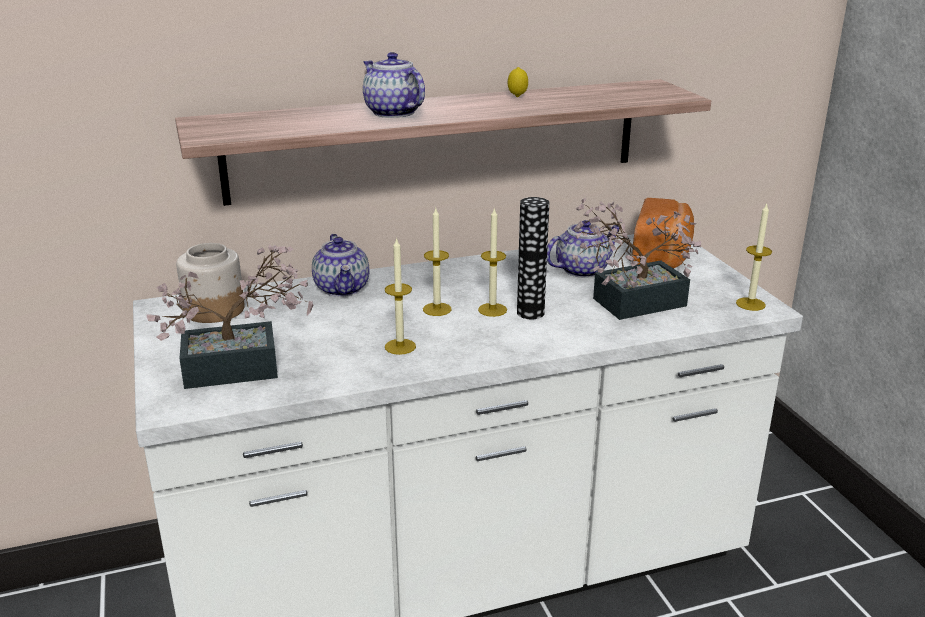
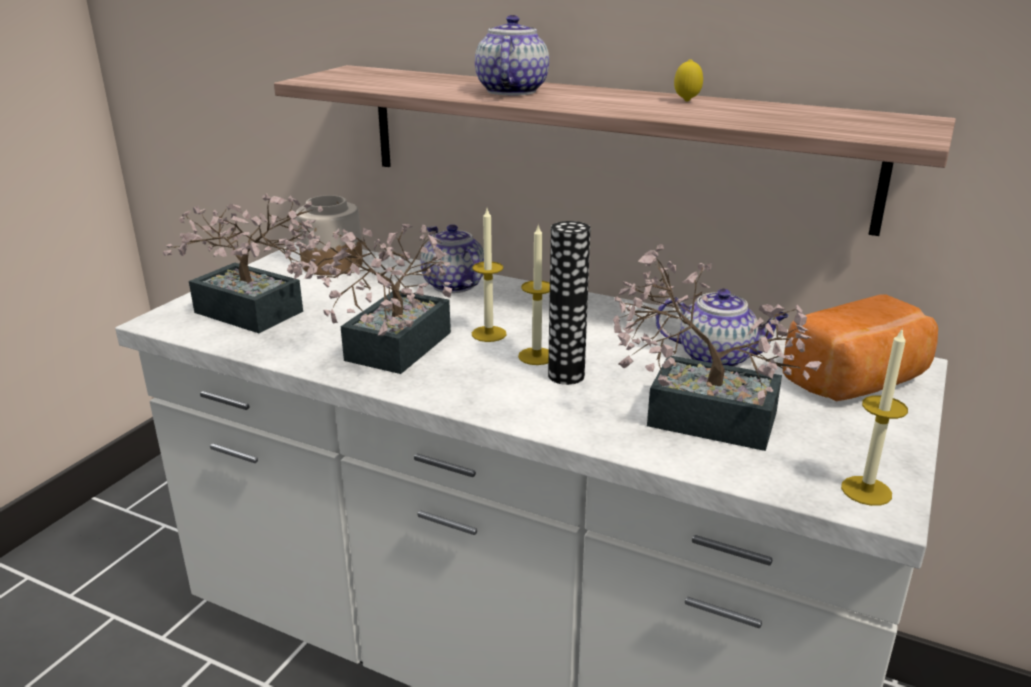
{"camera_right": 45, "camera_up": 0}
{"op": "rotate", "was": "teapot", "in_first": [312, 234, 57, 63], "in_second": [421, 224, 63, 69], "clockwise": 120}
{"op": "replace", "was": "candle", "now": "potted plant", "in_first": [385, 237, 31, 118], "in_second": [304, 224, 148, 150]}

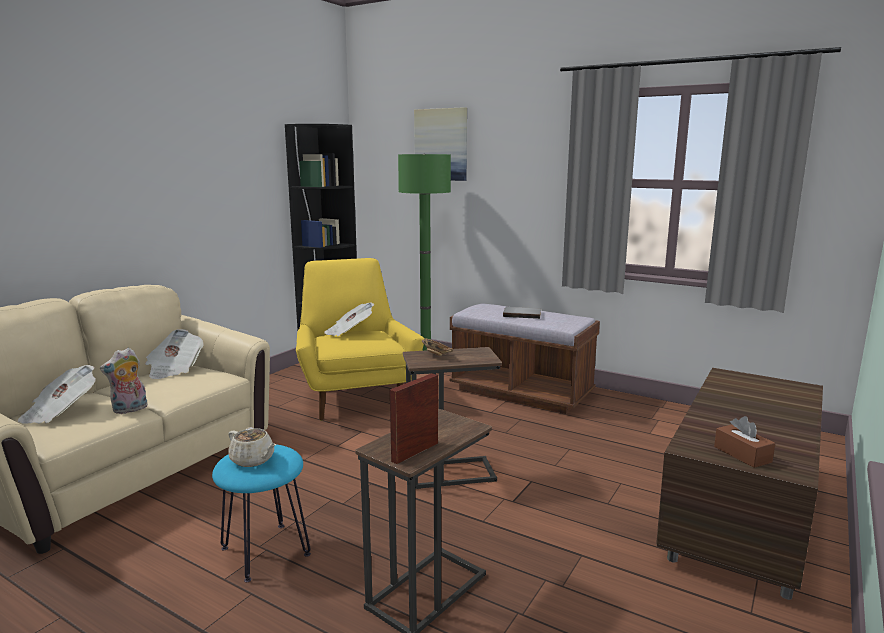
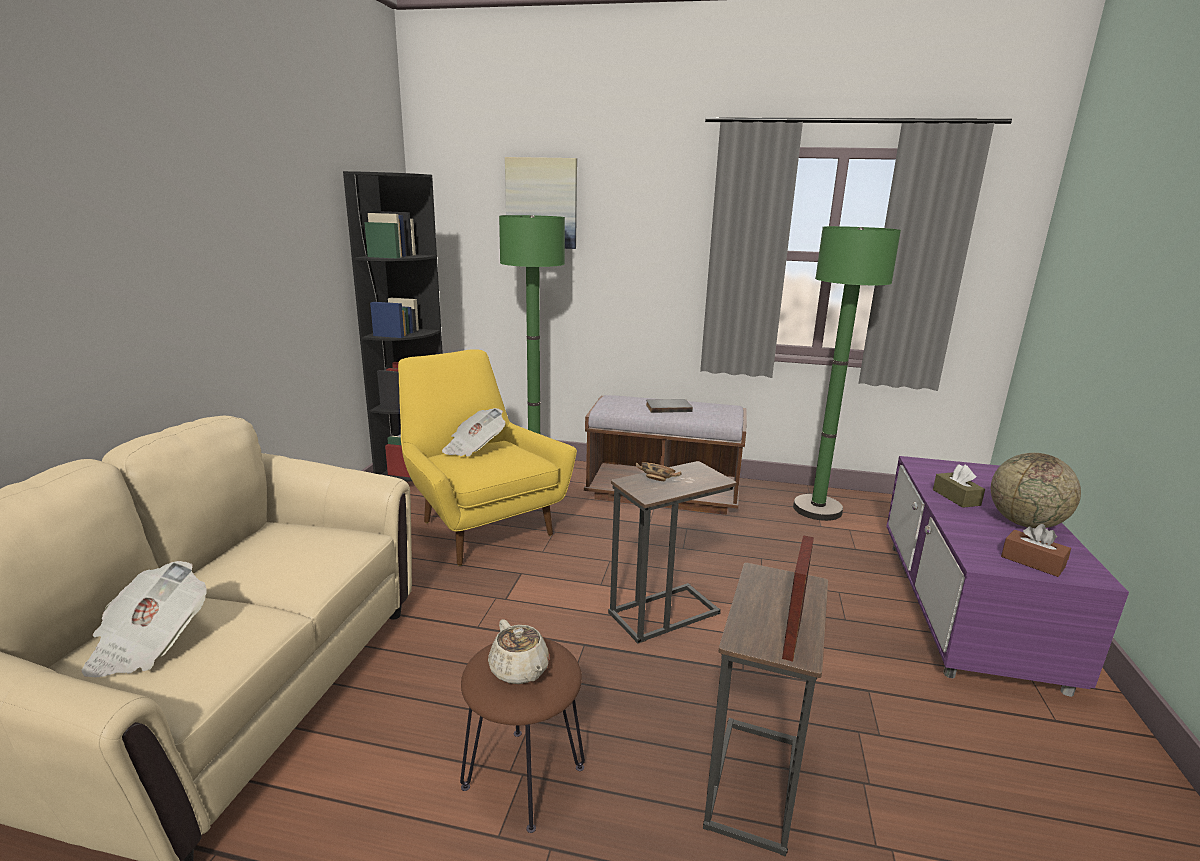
{"camera_right": -20, "camera_up": 5}
{"op": "delete", "was": "plush toy", "in_first": [100, 348, 48, 66]}
{"op": "delete", "was": "newspaper", "in_first": [145, 329, 59, 50]}
{"op": "recolor", "was": "stool/turquoise", "now": "stool/brown", "in_first": [212, 444, 99, 138], "in_second": [460, 638, 125, 195]}
{"op": "rotate", "was": "teapot/beige", "in_first": [228, 427, 48, 40], "in_second": [488, 619, 62, 65], "clockwise": 45}
{"op": "recolor", "was": "tv stand/brown", "now": "tv stand/purple", "in_first": [656, 368, 167, 232], "in_second": [886, 456, 243, 241]}
{"op": "insert", "now": "floor lamp/green", "in_second": [793, 226, 108, 295]}
{"op": "insert", "now": "tissue box/brown", "in_second": [933, 465, 52, 43]}
{"op": "insert", "now": "globe", "in_second": [991, 453, 90, 75]}

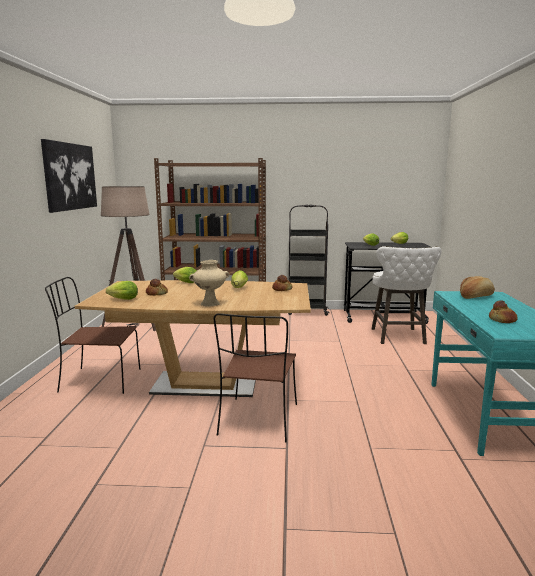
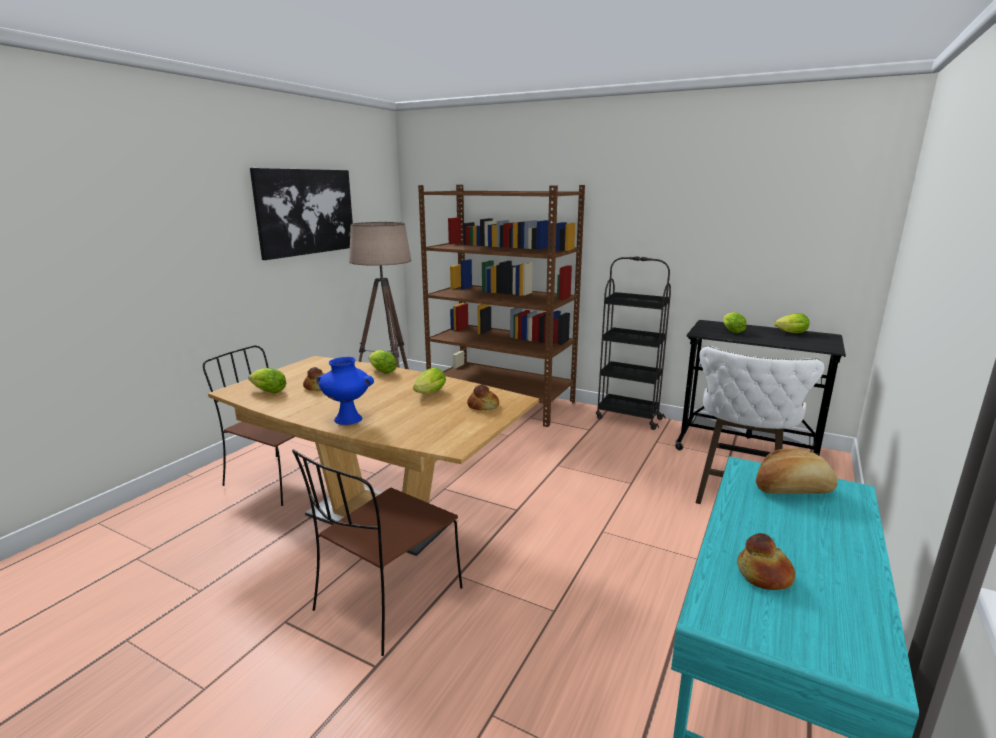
{"camera_right": 25, "camera_up": 5}
{"op": "recolor", "was": "vase/beige", "now": "vase/blue", "in_first": [189, 260, 40, 46], "in_second": [316, 357, 58, 68]}

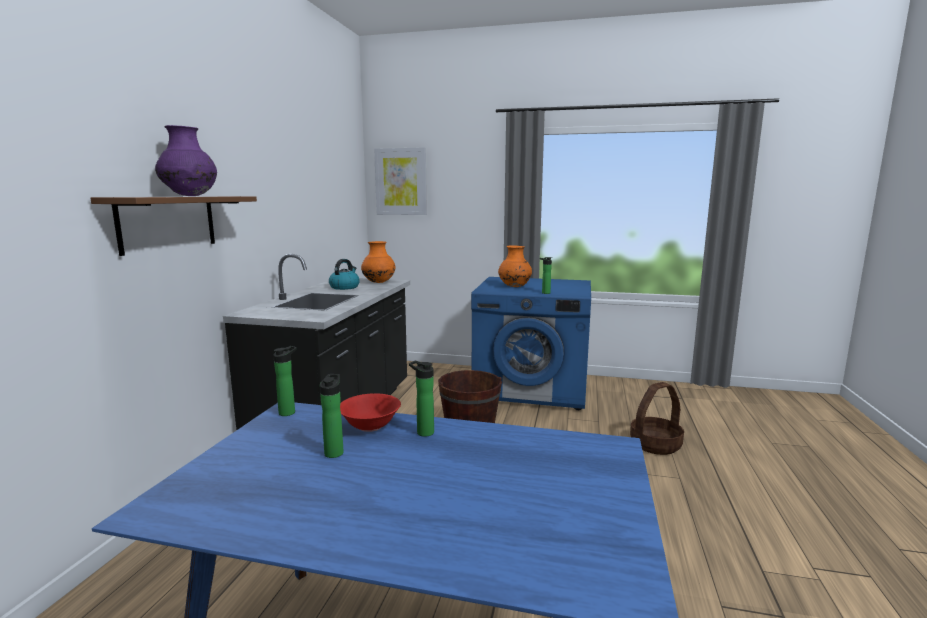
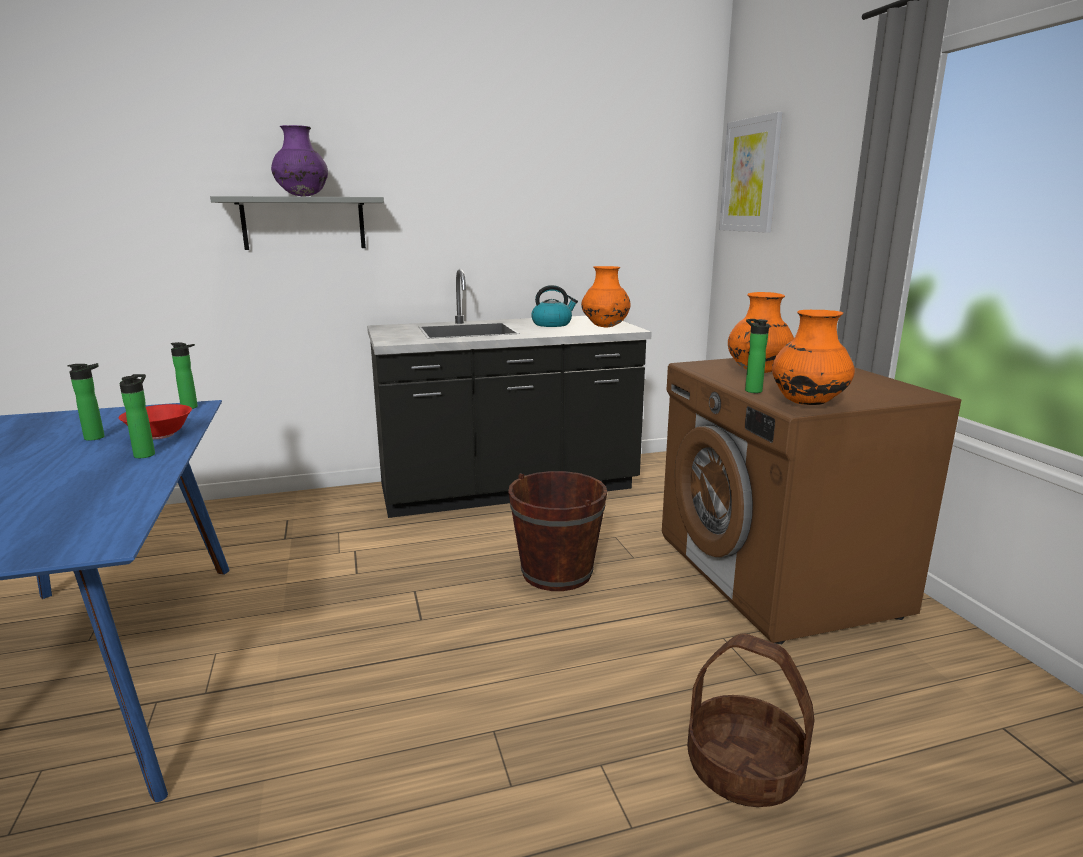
{"camera_right": 60, "camera_up": 5}
{"op": "recolor", "was": "shelf/brown", "now": "shelf/grey", "in_first": [90, 196, 167, 60], "in_second": [210, 196, 174, 54]}
{"op": "recolor", "was": "washing machine/blue", "now": "washing machine/brown", "in_first": [471, 277, 120, 133], "in_second": [662, 358, 299, 286]}
{"op": "insert", "now": "vase/orange", "in_second": [772, 310, 83, 95]}

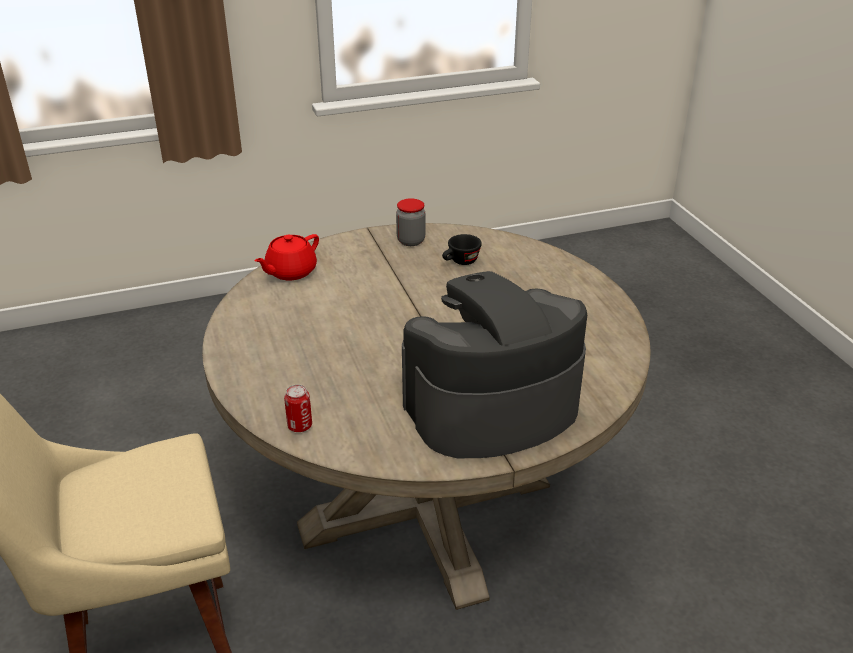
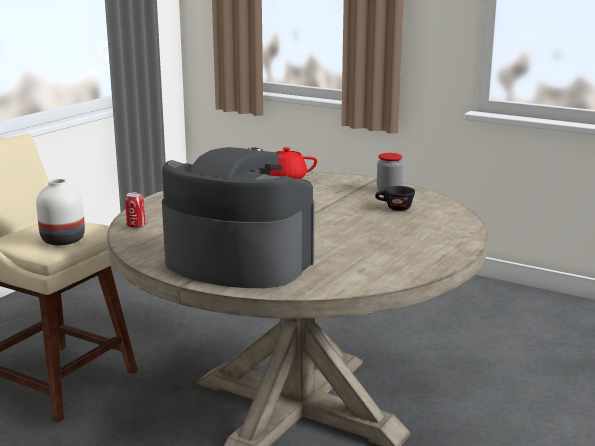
{"camera_right": 50, "camera_up": -15}
{"op": "insert", "now": "vase/white", "in_second": [36, 179, 49, 66]}

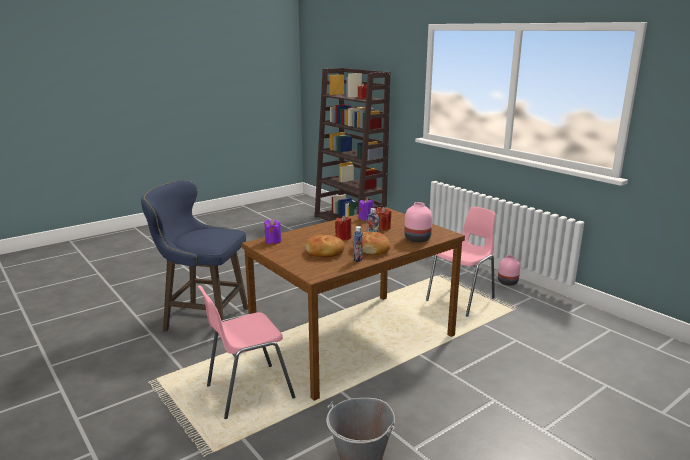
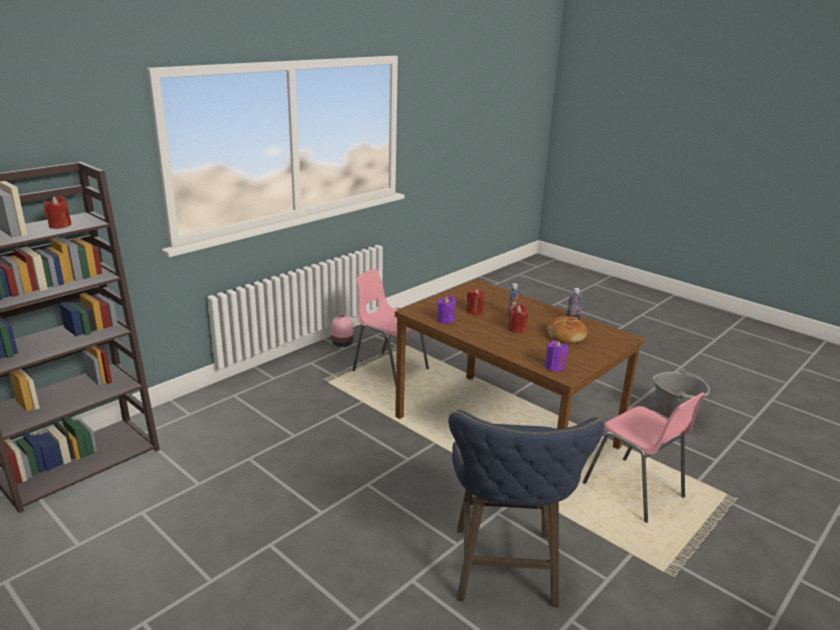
{"camera_right": -100, "camera_up": 5}
{"op": "delete", "was": "bread", "in_first": [352, 232, 38, 23]}
{"op": "delete", "was": "vase/pink", "in_first": [404, 202, 28, 41]}

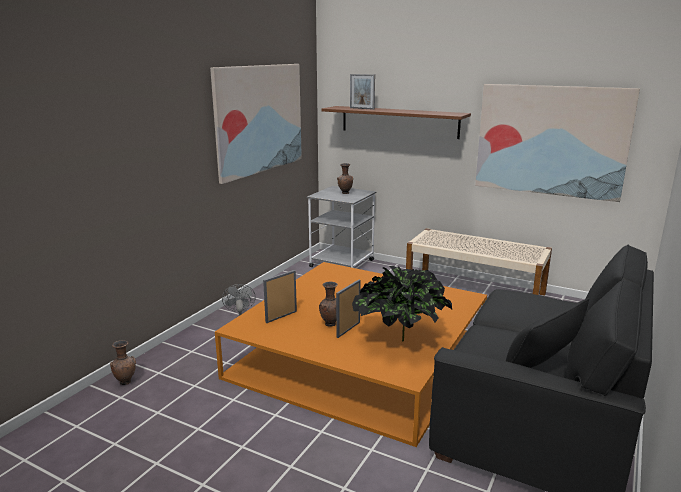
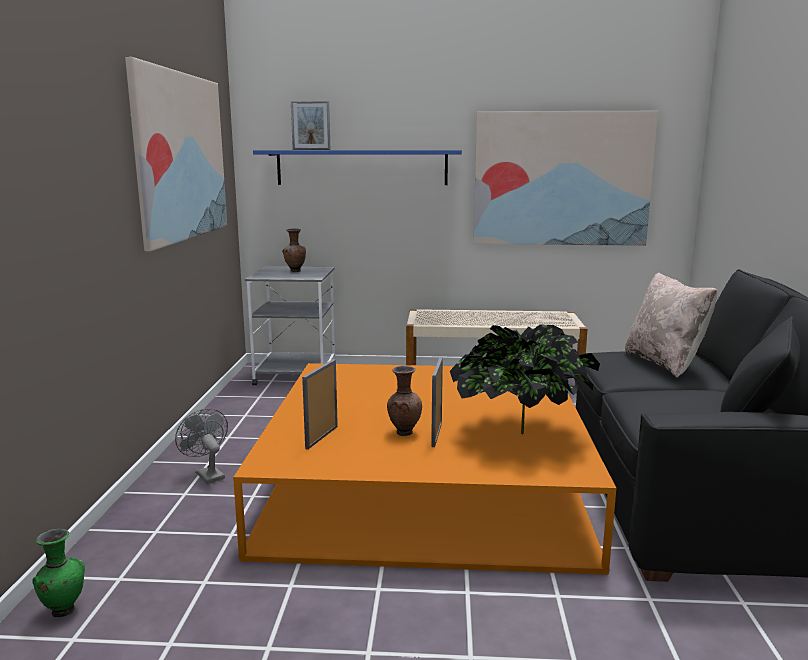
{"camera_right": -25, "camera_up": -5}
{"op": "recolor", "was": "vase/brown", "now": "vase/green", "in_first": [110, 340, 26, 45], "in_second": [32, 529, 53, 88]}
{"op": "recolor", "was": "shelf/brown", "now": "shelf/blue", "in_first": [321, 106, 150, 33], "in_second": [253, 150, 209, 35]}
{"op": "insert", "now": "pillow/beige", "in_second": [625, 273, 93, 105]}

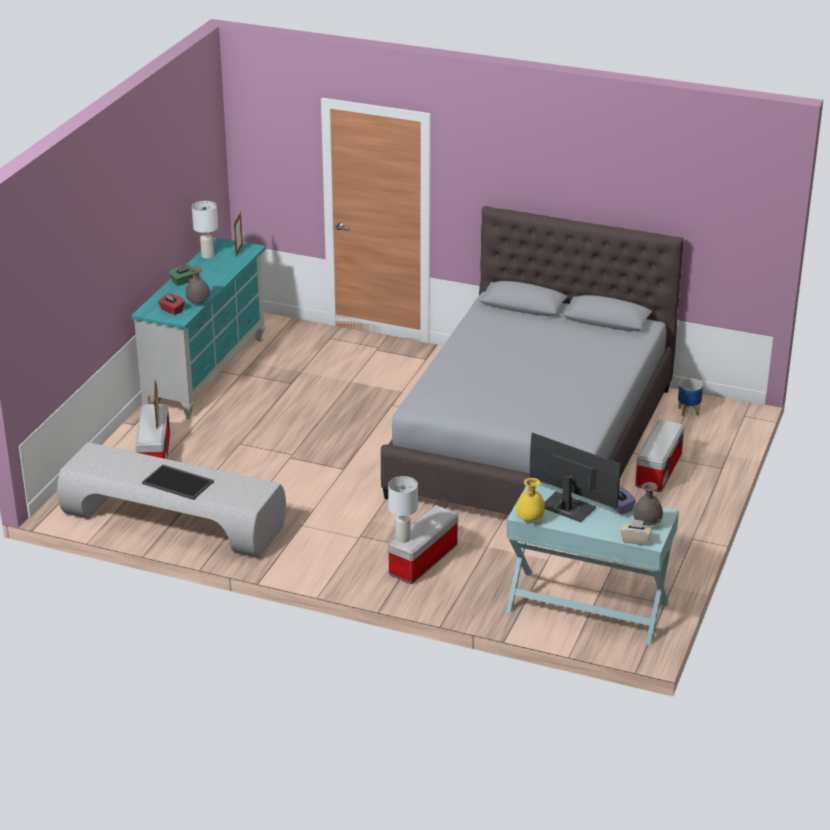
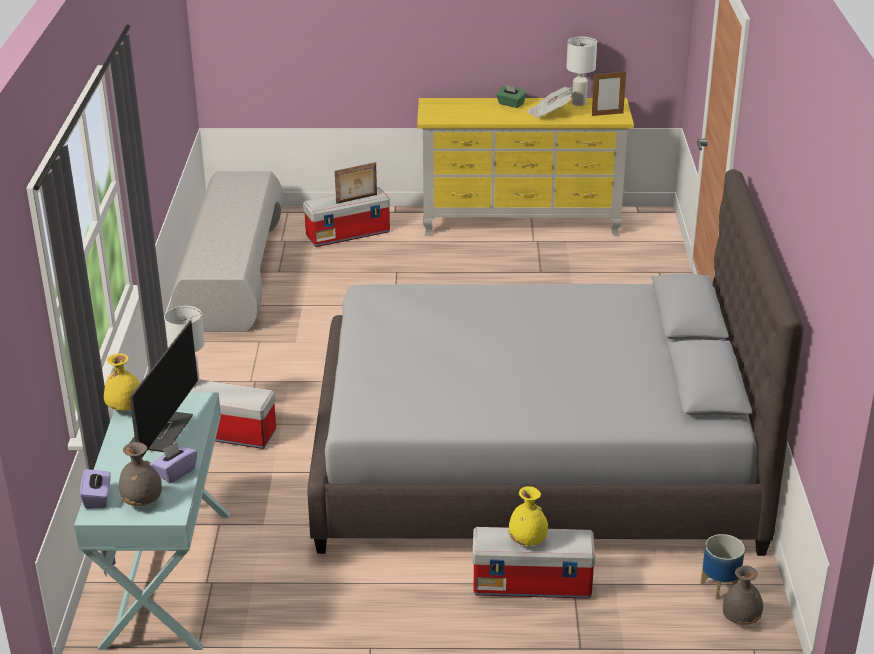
{"camera_right": 70, "camera_up": 0}
{"op": "recolor", "was": "dresser/turquoise", "now": "dresser/yellow", "in_first": [131, 237, 135, 182], "in_second": [417, 98, 217, 138]}
{"op": "delete", "was": "tray", "in_first": [142, 464, 72, 36]}
{"op": "delete", "was": "tissue box/red", "in_first": [158, 293, 27, 22]}
{"op": "move", "was": "vase/grey", "in_first": [186, 267, 24, 37], "in_second": [723, 565, 40, 60]}
{"op": "recolor", "was": "tissue box/beige", "now": "tissue box/purple", "in_first": [621, 519, 31, 26], "in_second": [80, 469, 31, 40]}
{"op": "insert", "now": "vase/yellow", "in_second": [508, 486, 40, 60]}
{"op": "insert", "now": "newspaper", "in_second": [527, 87, 48, 31]}

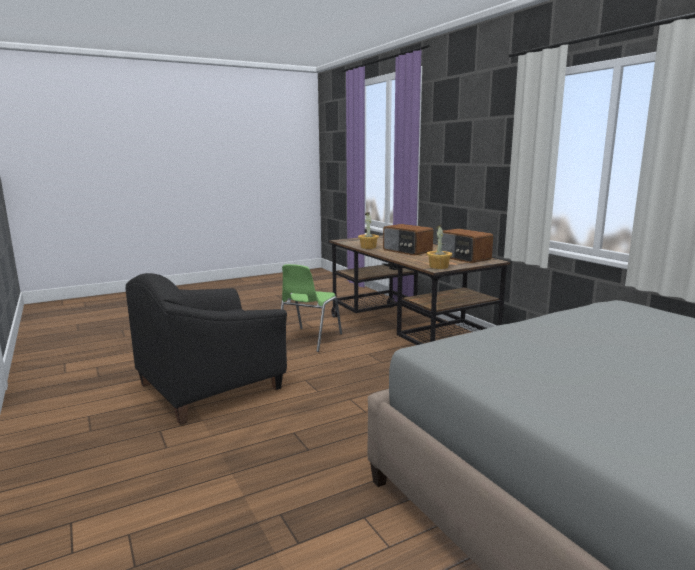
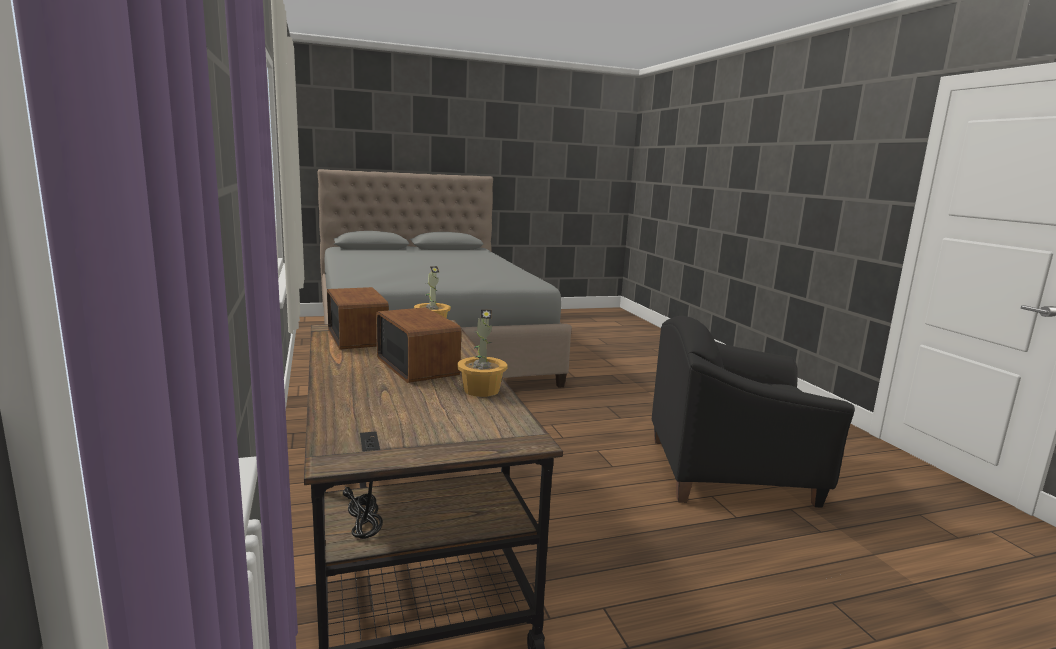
{"camera_right": -170, "camera_up": 0}
{"op": "rotate", "was": "armchair/black", "in_first": [125, 273, 162, 152], "in_second": [652, 316, 203, 192], "clockwise": -150}
{"op": "delete", "was": "chair/green", "in_first": [281, 264, 61, 88]}

